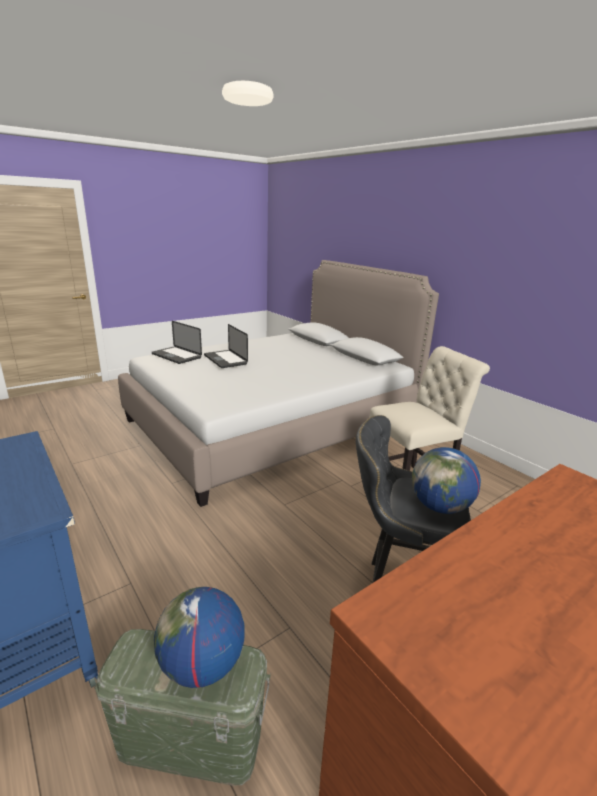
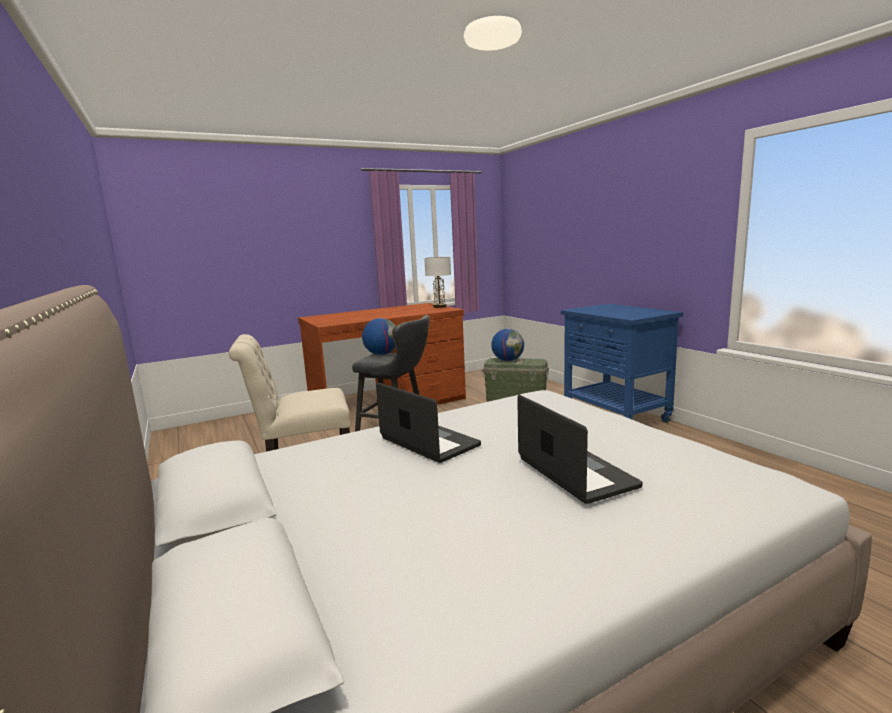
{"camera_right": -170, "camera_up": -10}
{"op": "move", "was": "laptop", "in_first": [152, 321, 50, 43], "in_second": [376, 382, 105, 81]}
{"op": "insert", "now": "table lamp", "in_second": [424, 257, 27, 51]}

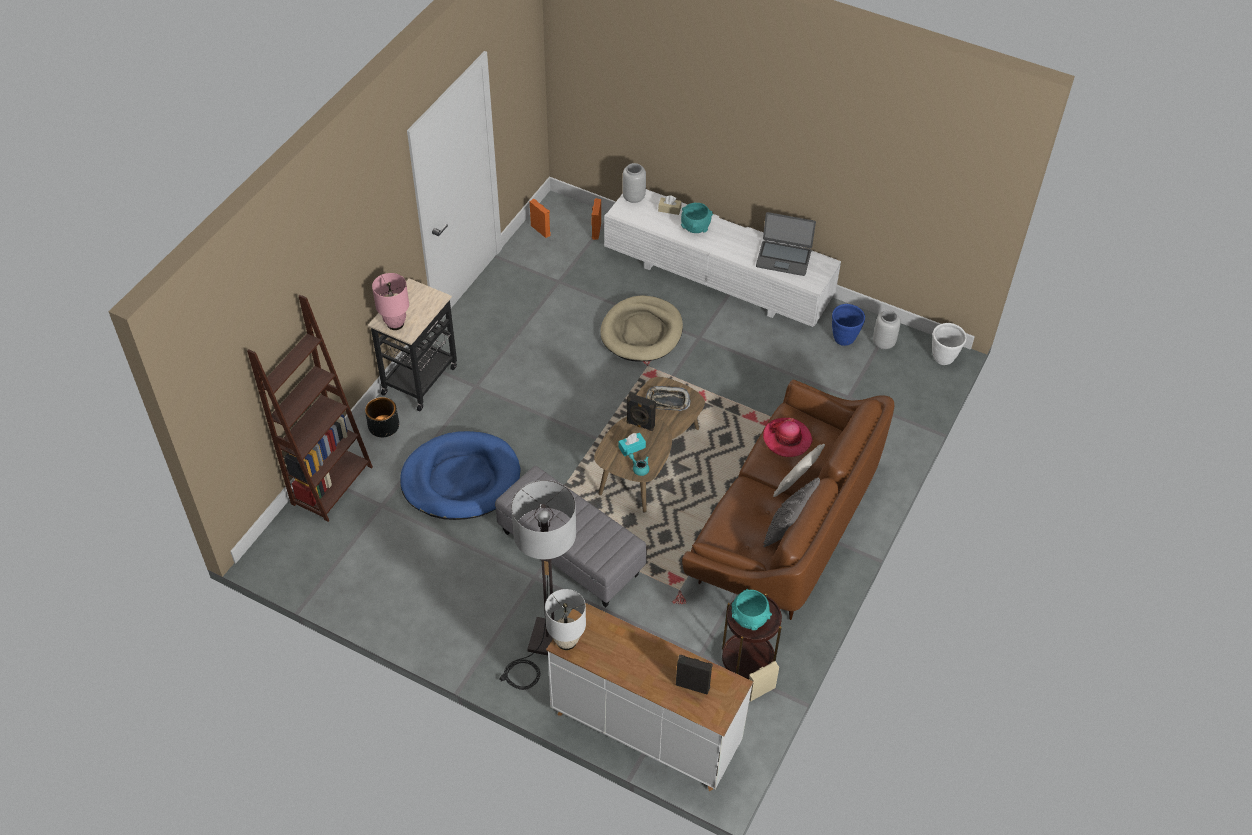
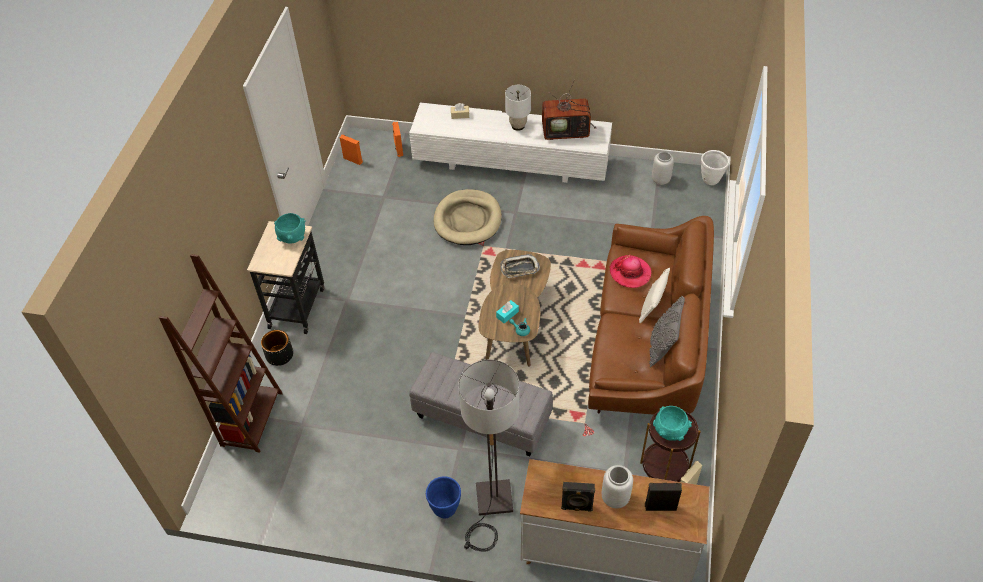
{"camera_right": -15, "camera_up": 0}
{"op": "delete", "was": "table lamp/pink", "in_first": [372, 273, 37, 57]}
{"op": "delete", "was": "dog bed/blue", "in_first": [400, 431, 121, 89]}
{"op": "move", "was": "table lamp/white", "in_first": [545, 589, 41, 61], "in_second": [505, 85, 26, 46]}
{"op": "move", "was": "vase/grey", "in_first": [623, 163, 23, 40], "in_second": [602, 465, 31, 43]}
{"op": "move", "was": "speaker/black", "in_first": [627, 393, 29, 38], "in_second": [561, 482, 34, 30]}
{"op": "move", "was": "bowl/turquoise", "in_first": [681, 203, 32, 30], "in_second": [274, 213, 32, 31]}
{"op": "replace", "was": "laptop", "now": "television", "in_first": [756, 212, 60, 64], "in_second": [542, 81, 55, 59]}
{"op": "move", "was": "planter/blue", "in_first": [832, 304, 33, 42], "in_second": [426, 477, 35, 41]}

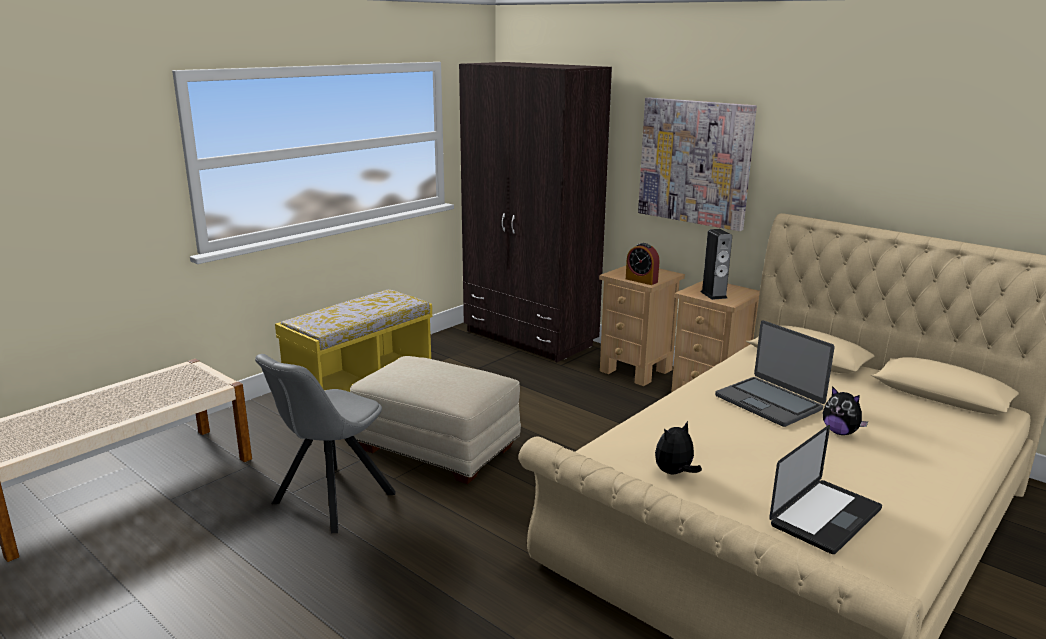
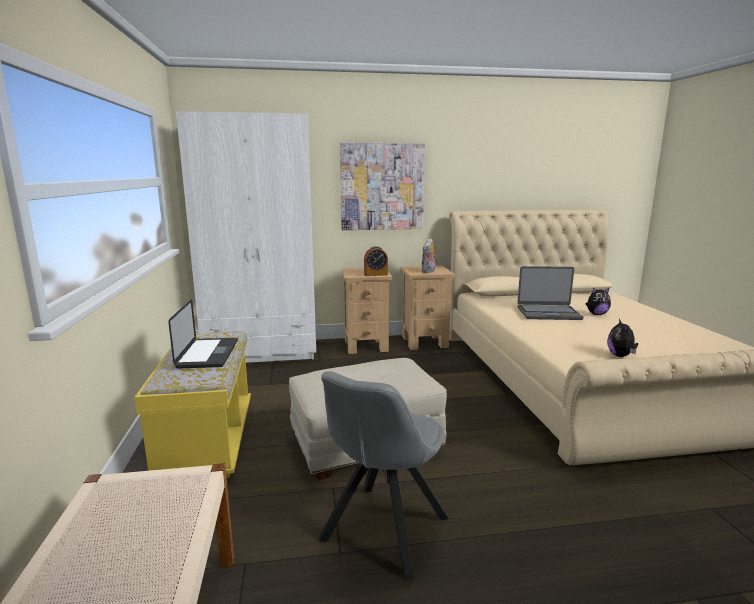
{"camera_right": -50, "camera_up": -5}
{"op": "rotate", "was": "chair/grey", "in_first": [255, 354, 141, 179], "in_second": [319, 371, 129, 209], "clockwise": 45}
{"op": "recolor", "was": "wardrobe/brown", "now": "wardrobe/white", "in_first": [459, 62, 153, 300], "in_second": [176, 111, 140, 252]}
{"op": "replace", "was": "speaker", "now": "plush toy", "in_first": [700, 229, 32, 71], "in_second": [421, 238, 16, 35]}
{"op": "move", "was": "laptop", "in_first": [769, 425, 113, 129], "in_second": [168, 299, 70, 69]}

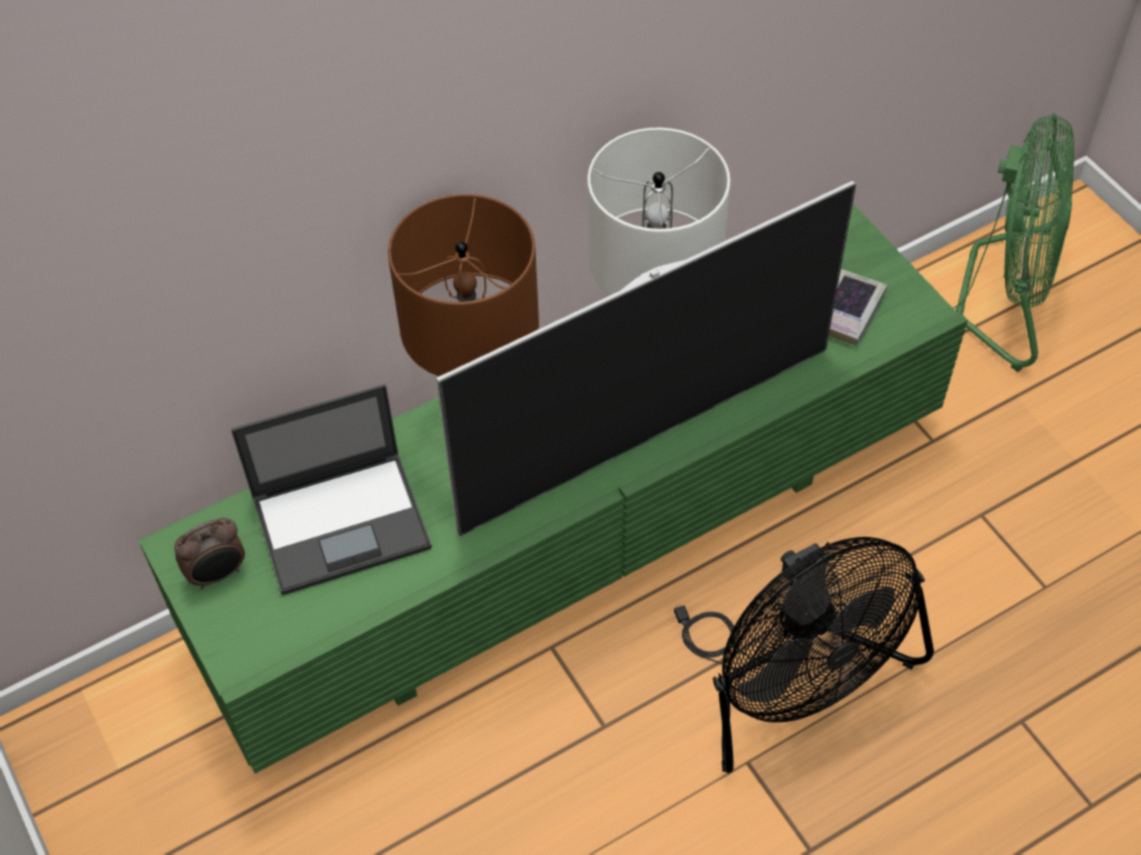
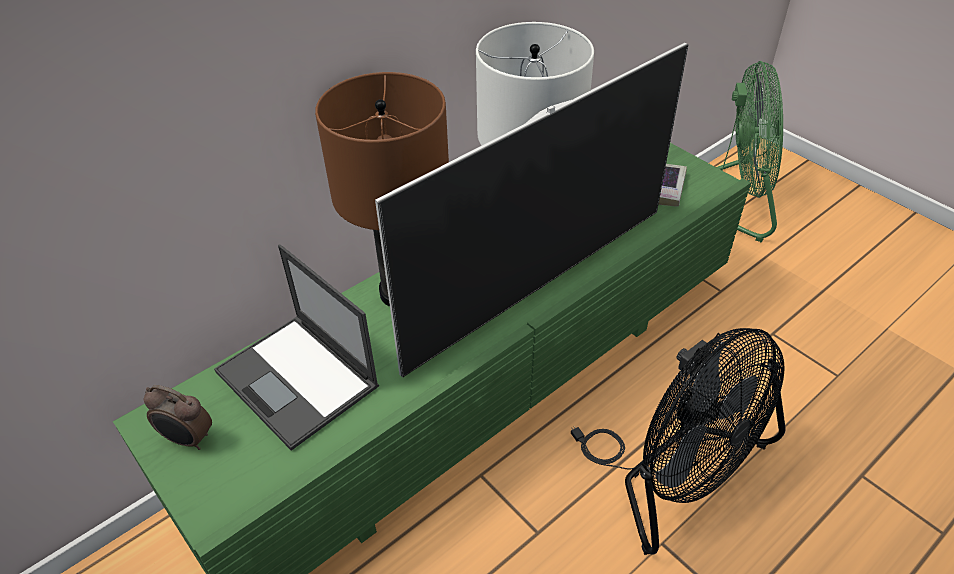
{"camera_right": -10, "camera_up": -10}
{"op": "rotate", "was": "alarm clock", "in_first": [174, 518, 71, 71], "in_second": [144, 385, 68, 65], "clockwise": 60}
{"op": "rotate", "was": "laptop", "in_first": [231, 384, 201, 211], "in_second": [214, 245, 165, 206], "clockwise": 75}

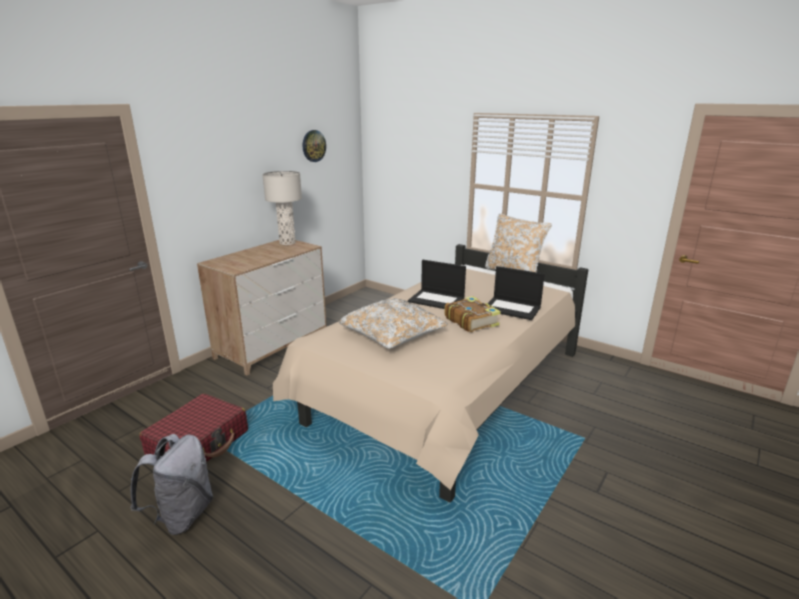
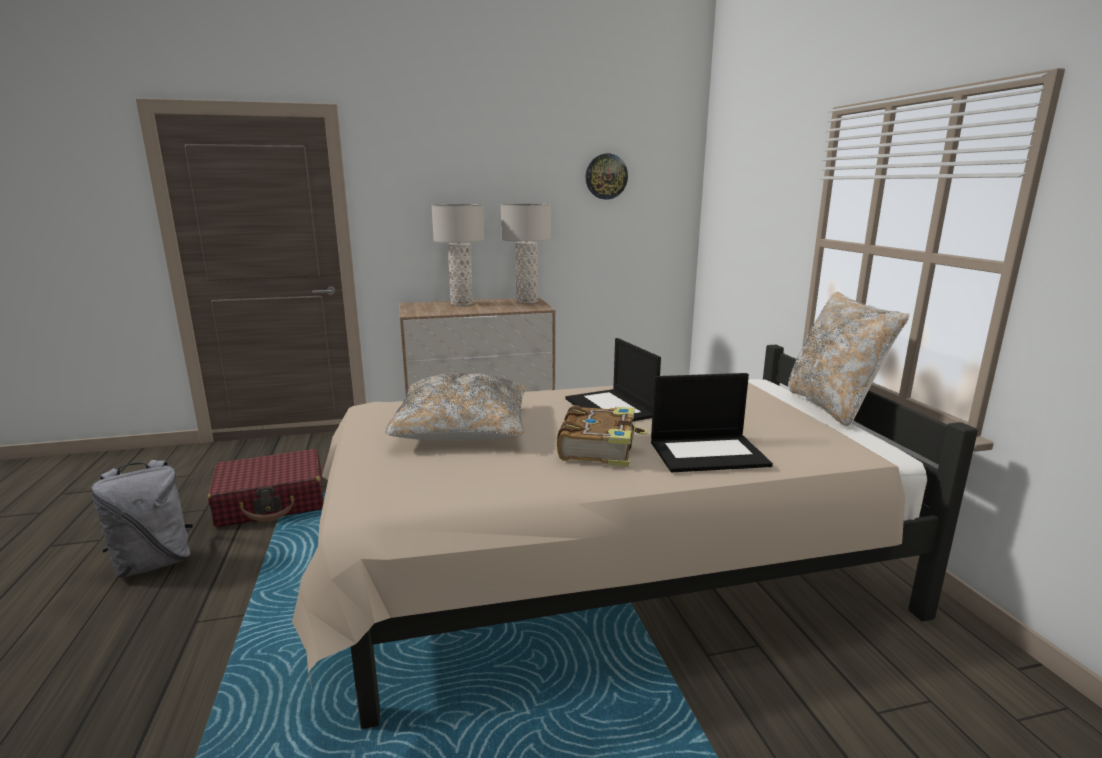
{"camera_right": 40, "camera_up": -5}
{"op": "rotate", "was": "laptop", "in_first": [487, 266, 58, 54], "in_second": [651, 373, 122, 99], "clockwise": -75}
{"op": "insert", "now": "table lamp/white", "in_second": [432, 204, 52, 102]}

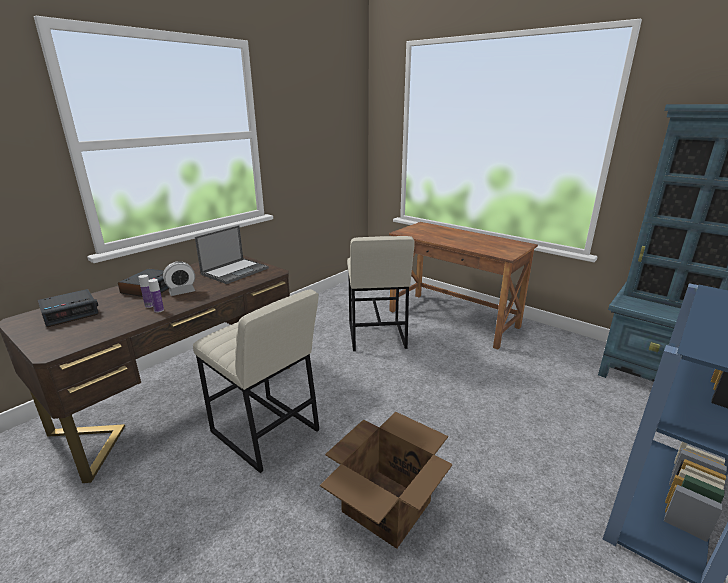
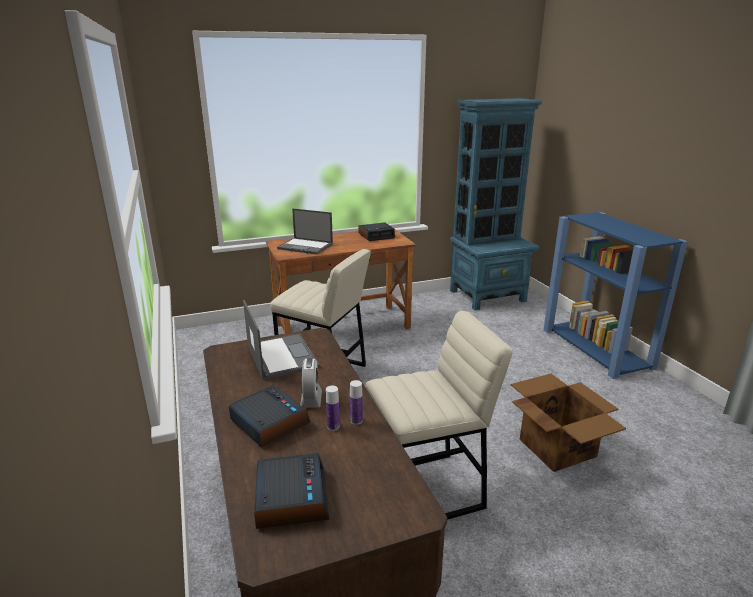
{"camera_right": -60, "camera_up": 0}
{"op": "insert", "now": "laptop", "in_second": [277, 208, 56, 47]}
{"op": "insert", "now": "alarm clock", "in_second": [358, 222, 37, 19]}

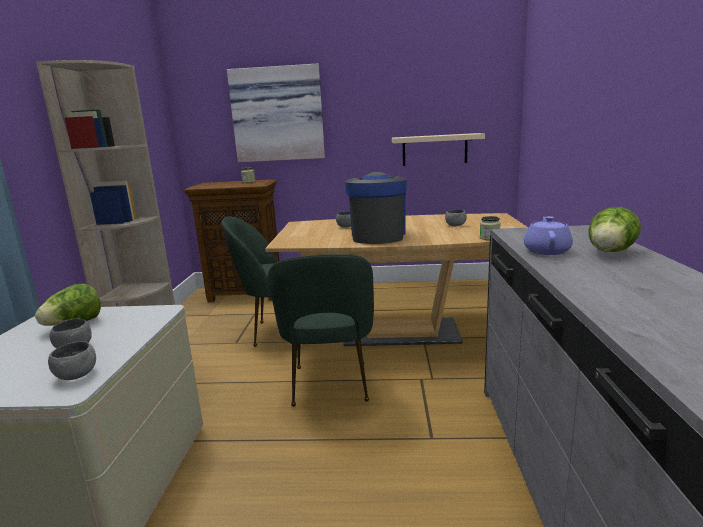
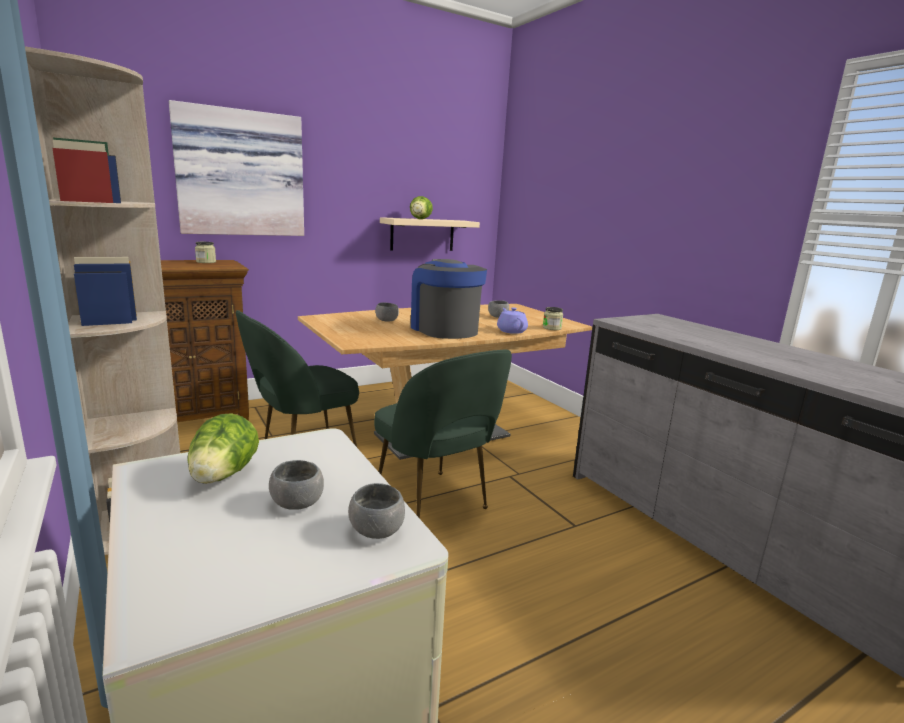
{"camera_right": -35, "camera_up": 0}
{"op": "move", "was": "teapot/purple", "in_first": [524, 216, 49, 39], "in_second": [497, 307, 31, 27]}
{"op": "move", "was": "lettuce", "in_first": [589, 207, 52, 45], "in_second": [410, 196, 23, 23]}

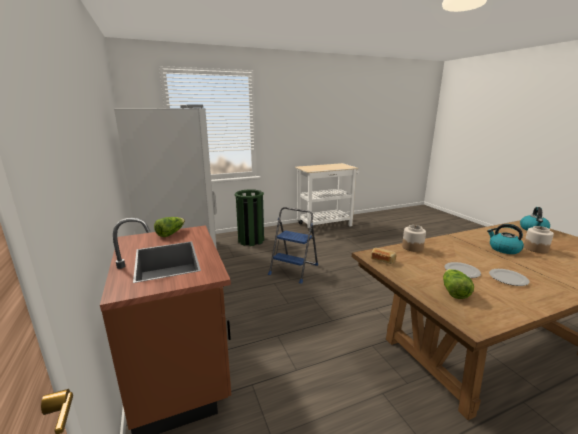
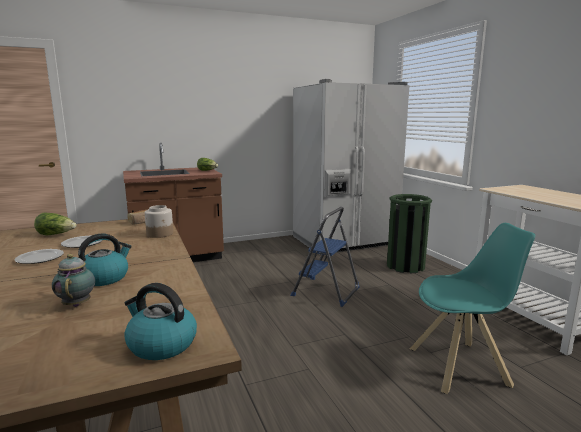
{"camera_right": 90, "camera_up": -5}
{"op": "replace", "was": "jar", "now": "teapot", "in_first": [524, 226, 30, 27], "in_second": [52, 254, 43, 53]}
{"op": "insert", "now": "chair/turquoise", "in_second": [410, 223, 126, 171]}

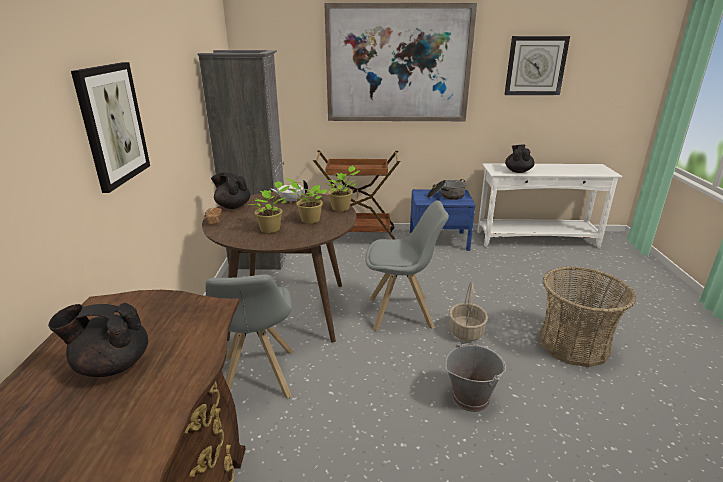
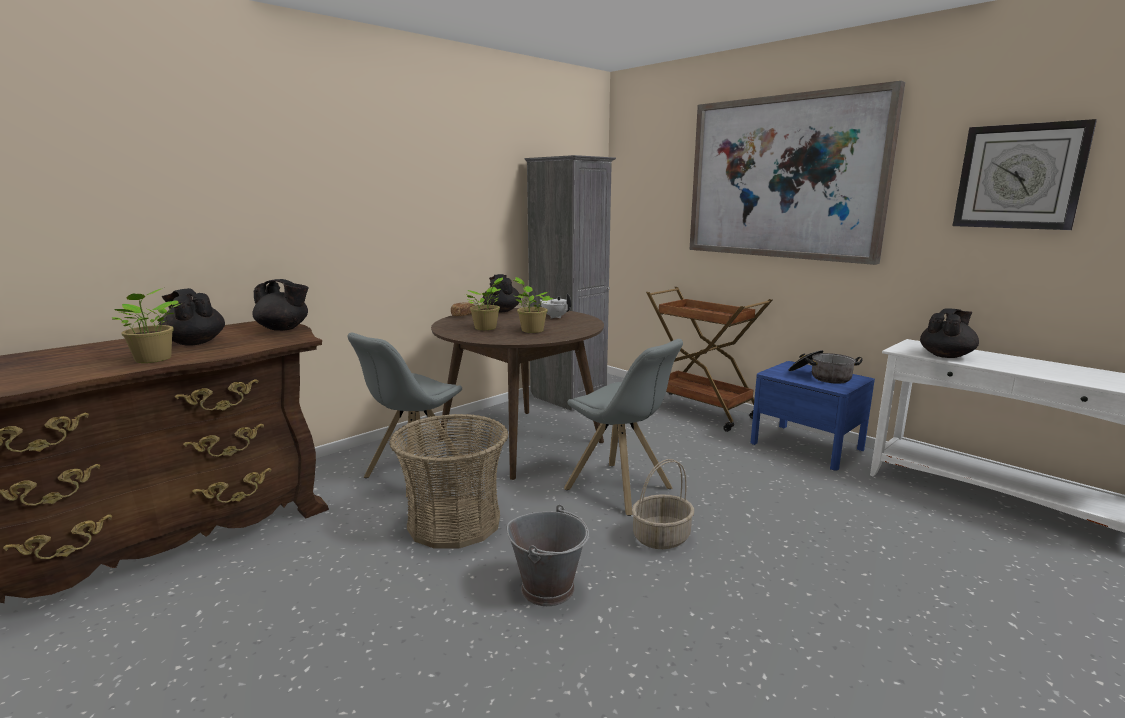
{"camera_right": 45, "camera_up": -10}
{"op": "delete", "was": "picture", "in_first": [71, 62, 79, 131]}
{"op": "move", "was": "potted plant", "in_first": [322, 166, 38, 45], "in_second": [112, 288, 68, 75]}
{"op": "move", "was": "basket", "in_first": [539, 266, 97, 101], "in_second": [389, 414, 119, 135]}
{"op": "insert", "now": "teapot/black", "in_second": [252, 279, 57, 52]}

